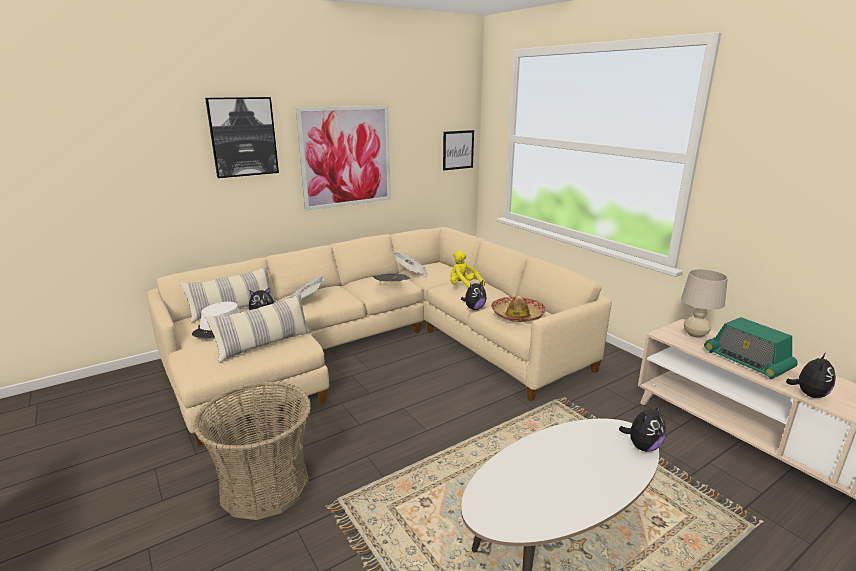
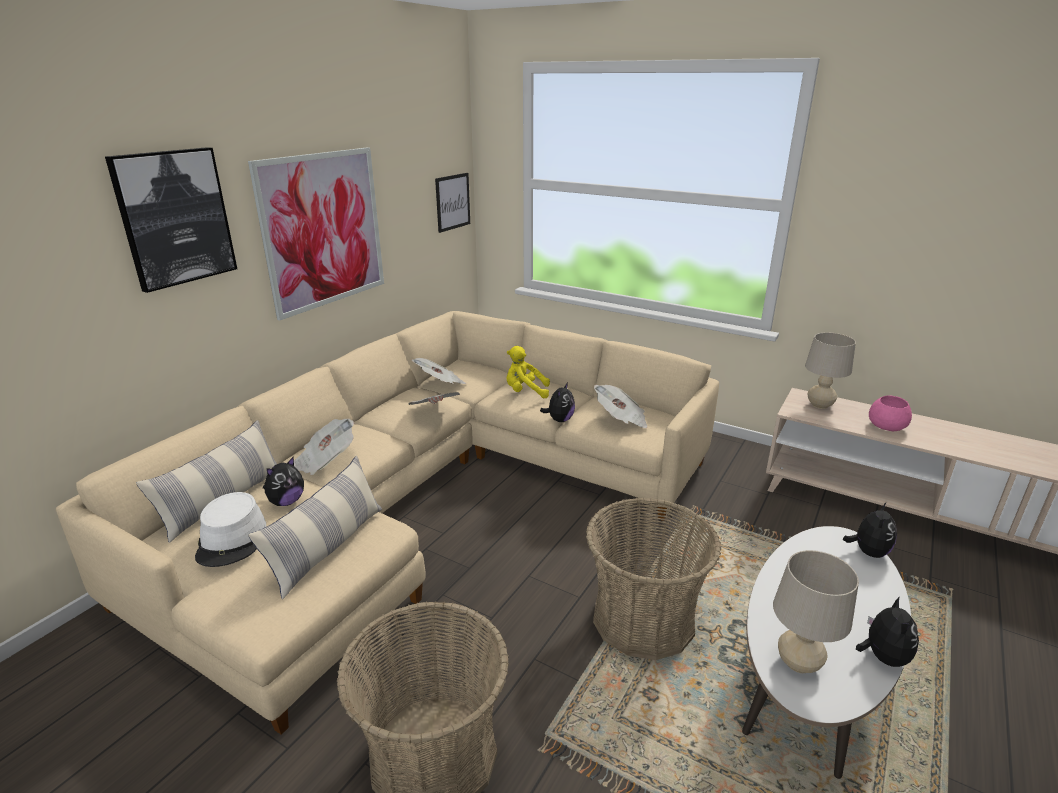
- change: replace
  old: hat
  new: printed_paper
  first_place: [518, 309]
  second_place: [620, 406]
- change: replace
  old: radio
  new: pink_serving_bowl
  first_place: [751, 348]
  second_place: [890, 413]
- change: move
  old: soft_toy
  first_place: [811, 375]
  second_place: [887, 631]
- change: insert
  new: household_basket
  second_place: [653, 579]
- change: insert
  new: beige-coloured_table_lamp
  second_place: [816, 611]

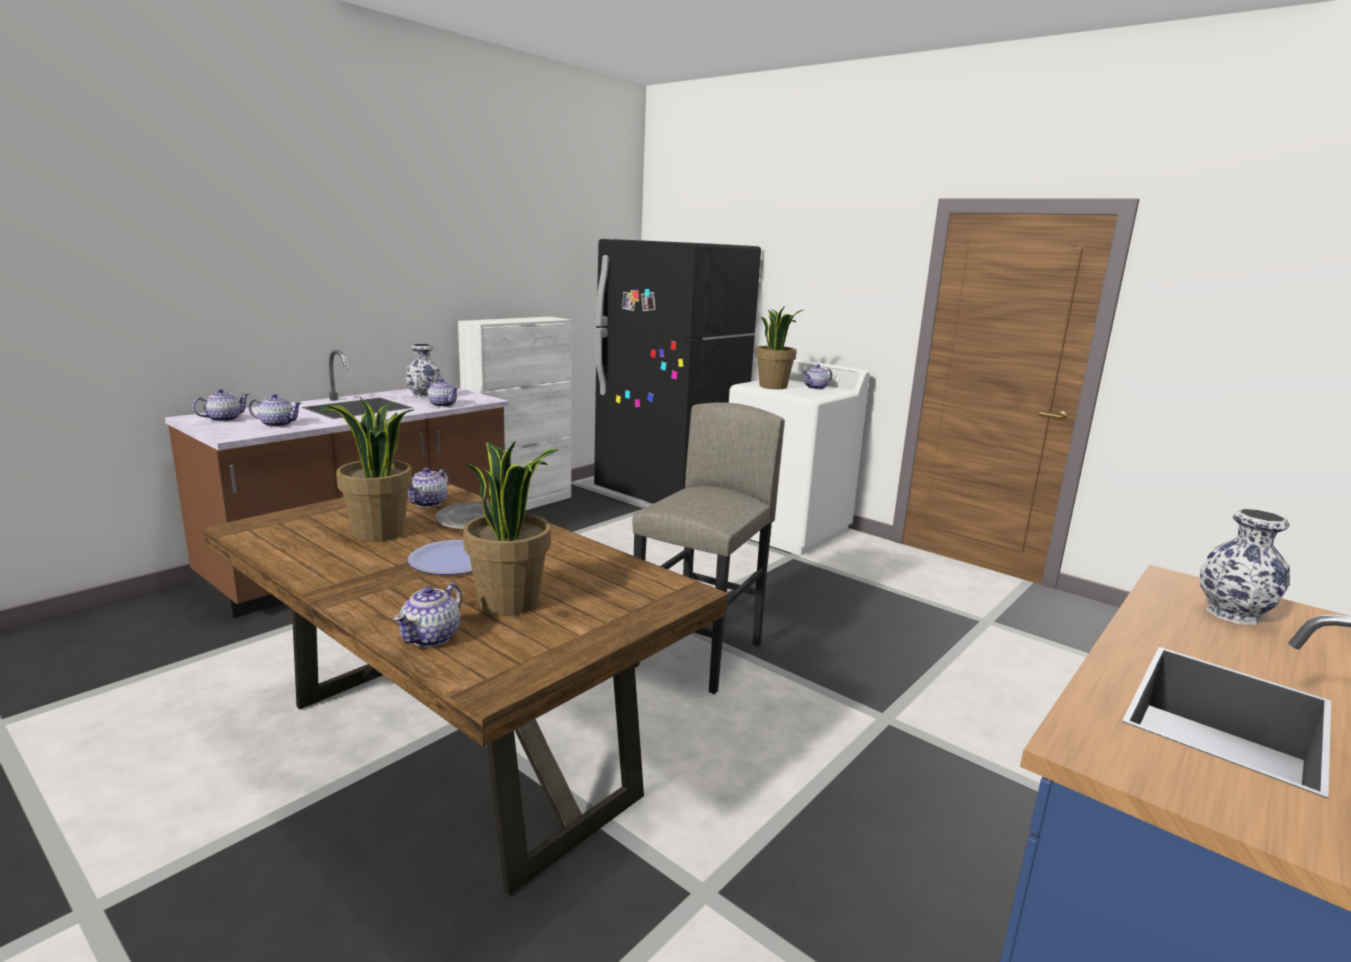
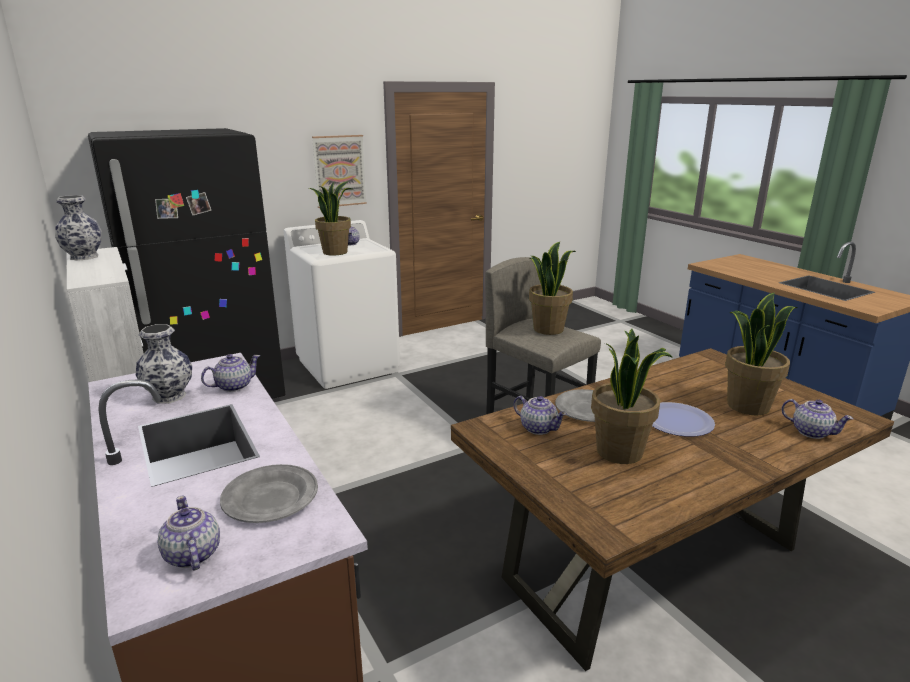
- change: replace
  old: tea_pot
  new: greyish_dinner_plate
  first_place: [275, 410]
  second_place: [269, 493]
- change: move
  old: flower_vase
  first_place: [1245, 567]
  second_place: [78, 228]
- change: insert
  new: picture
  second_place: [339, 171]
- change: insert
  new: houseplant
  second_place: [552, 288]

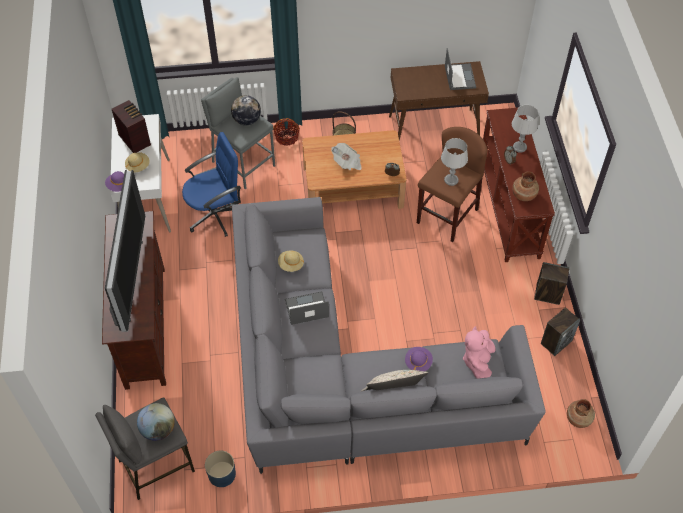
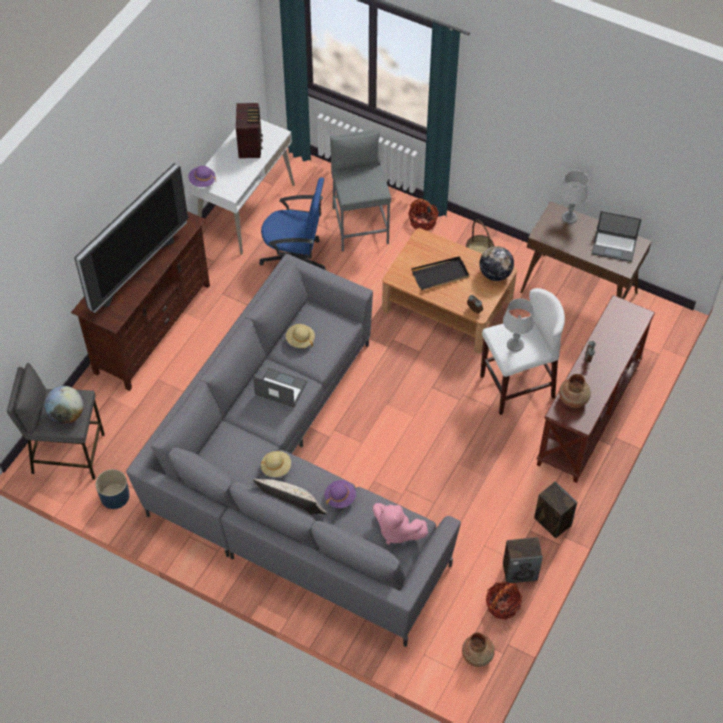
- change: move
  old: beige-coloured_hat
  first_place: [137, 163]
  second_place: [276, 464]
- change: move
  old: desk_globe
  first_place: [246, 110]
  second_place: [496, 263]
- change: replace
  old: printed_paper
  new: blackish_carrying_tray
  first_place: [346, 156]
  second_place: [440, 273]
- change: recolor
  old: brownish_sitting_stool
  new: whitish_sitting_stool
  first_place: [452, 184]
  second_place: [522, 351]
- change: rotate
  old: laptop
  first_place: [460, 69]
  second_place: [617, 236]
  degrees: 75
- change: rotate
  old: pink_soft_toy
  first_place: [479, 352]
  second_place: [400, 524]
  degrees: -105
- change: move
  old: greyish_table_lamp
  first_place: [525, 129]
  second_place: [574, 197]
- change: insert
  new: household_basket
  second_place: [504, 601]

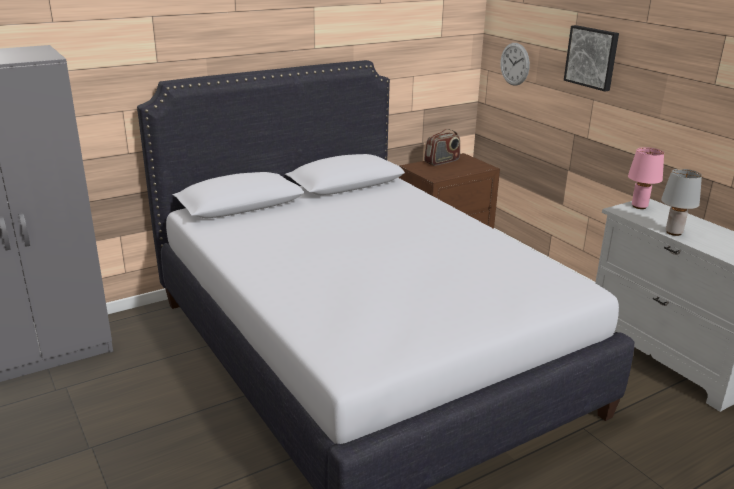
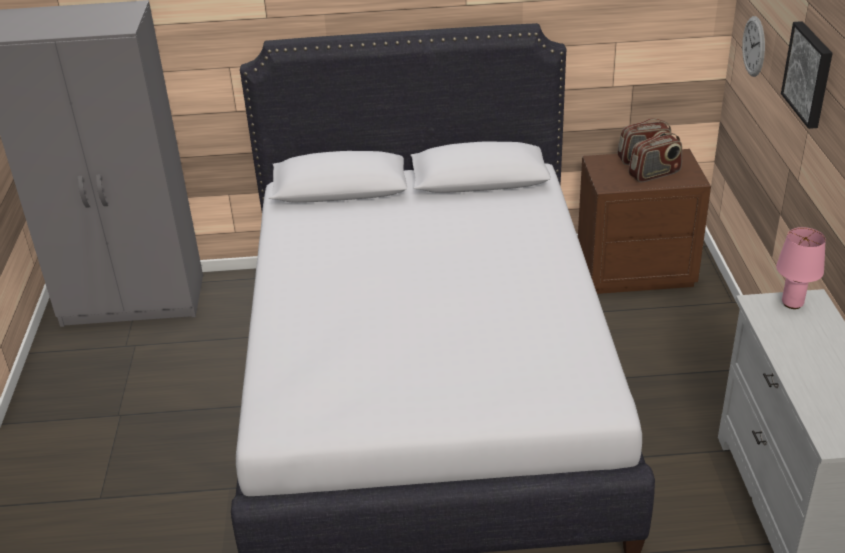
- change: delete
  old: greyish_table_lamp
  first_place: [681, 202]
- change: insert
  new: radio
  second_place: [655, 157]

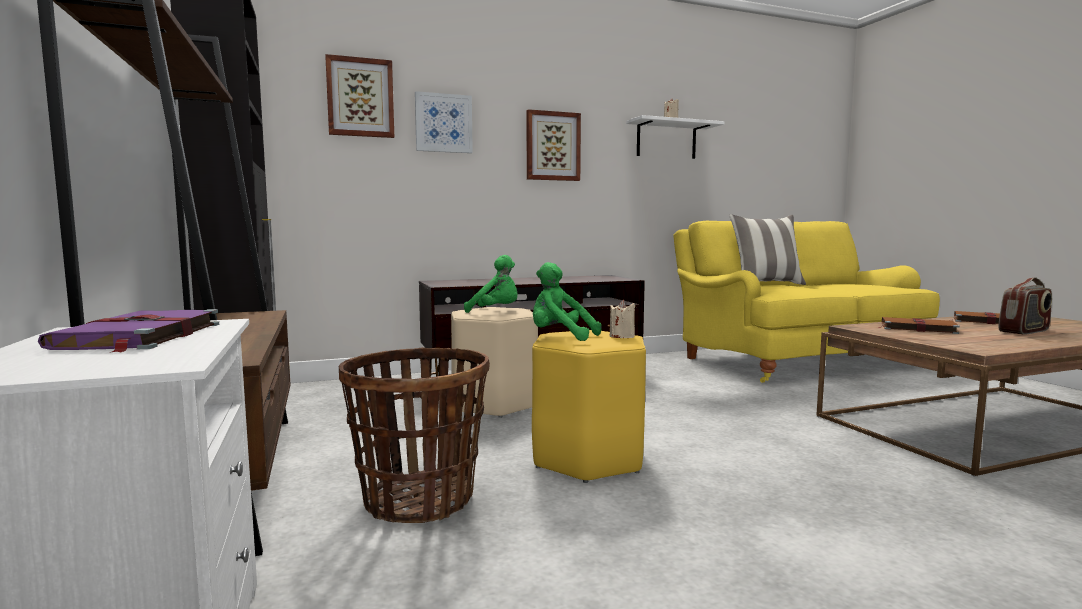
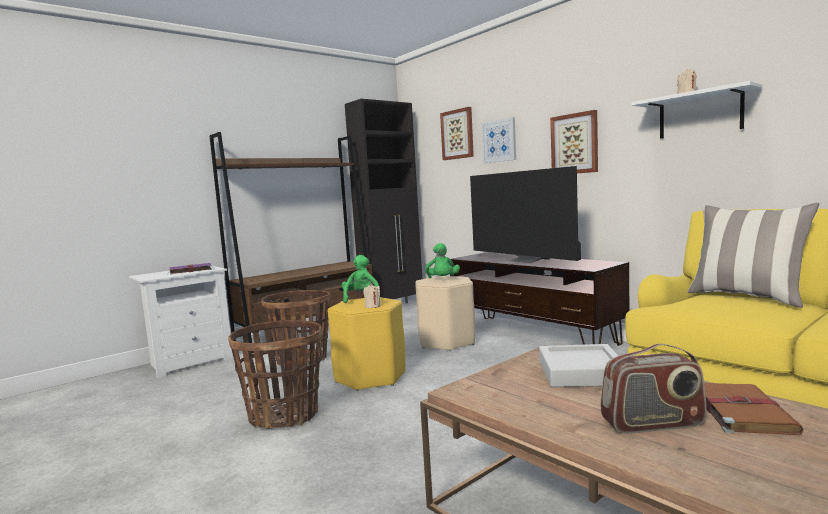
- change: replace
  old: brownish_book
  new: greyish_carrying_tray
  first_place: [918, 325]
  second_place: [578, 365]
- change: rotate
  old: radio
  first_place: [1025, 306]
  second_place: [654, 388]
  degrees: -45
- change: insert
  new: household_basket
  second_place: [275, 374]
- change: insert
  new: TV_set
  second_place: [525, 214]

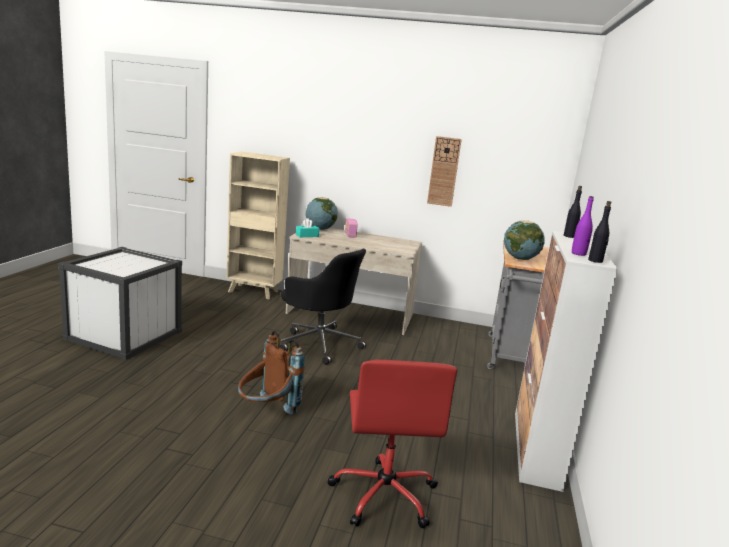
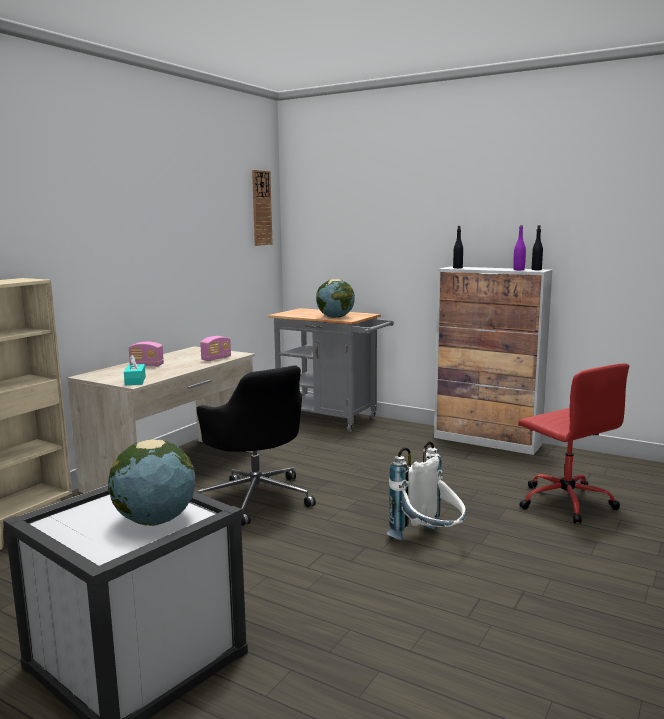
- change: recolor
  old: brownish_knapsack
  new: whitish_knapsack
  first_place: [271, 372]
  second_place: [426, 490]
- change: rotate
  old: blackish_office_chair
  first_place: [323, 307]
  second_place: [256, 445]
  degrees: 90
- change: move
  old: desk_globe
  first_place: [322, 213]
  second_place: [152, 482]
- change: rotate
  old: red_office_chair
  first_place: [392, 444]
  second_place: [573, 443]
  degrees: 45
- change: move
  old: hanging_clock
  first_place: [444, 171]
  second_place: [262, 208]
- change: insert
  new: radio
  second_place: [215, 348]

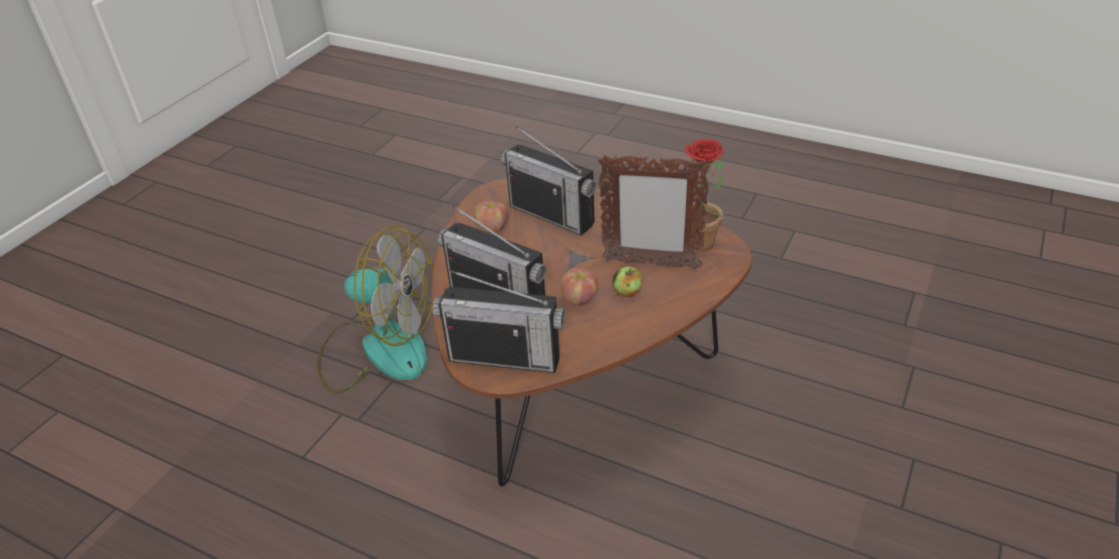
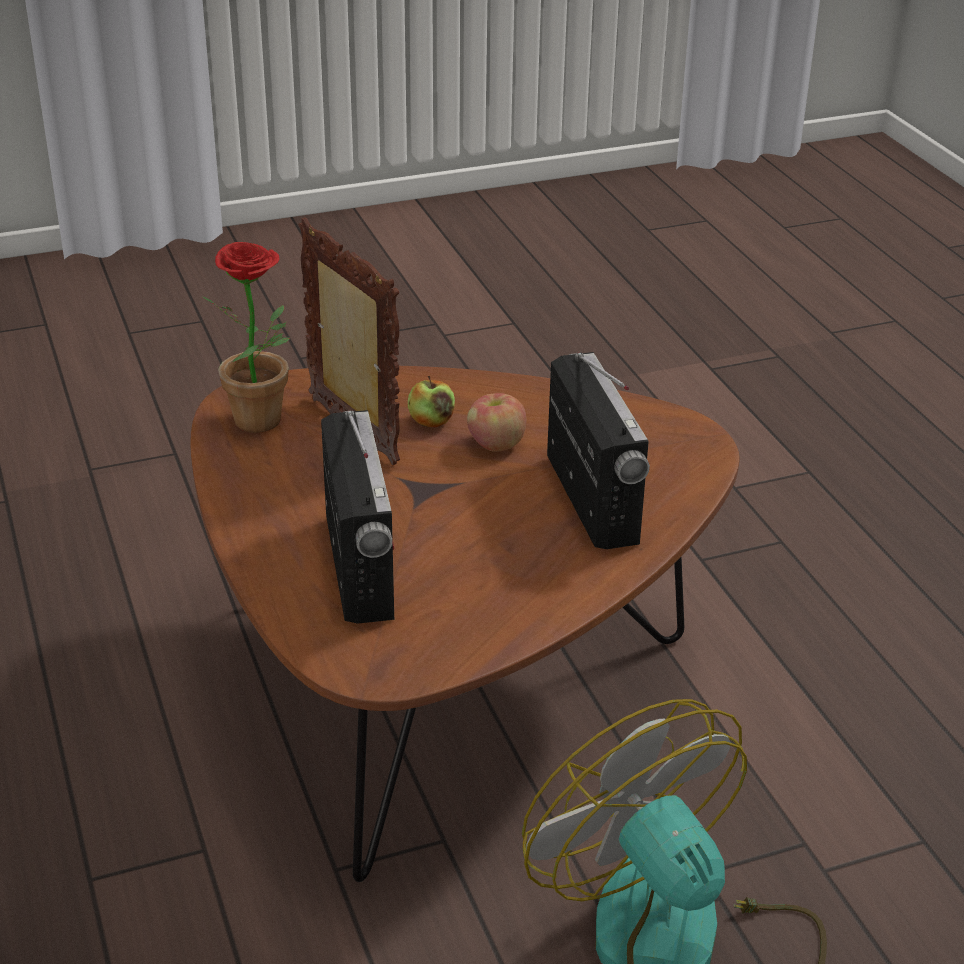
- change: delete
  old: radio
  first_place: [499, 321]
- change: delete
  old: apple
  first_place: [491, 217]

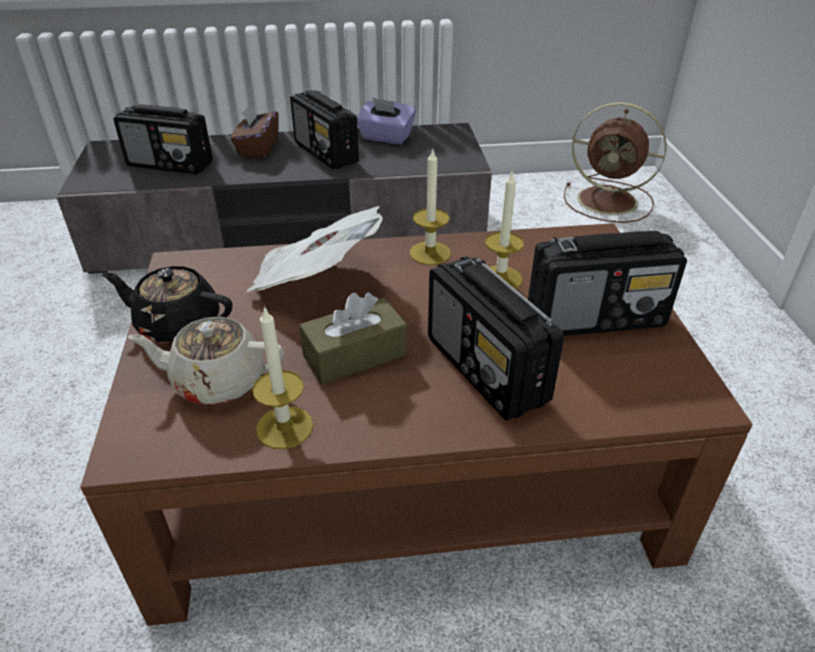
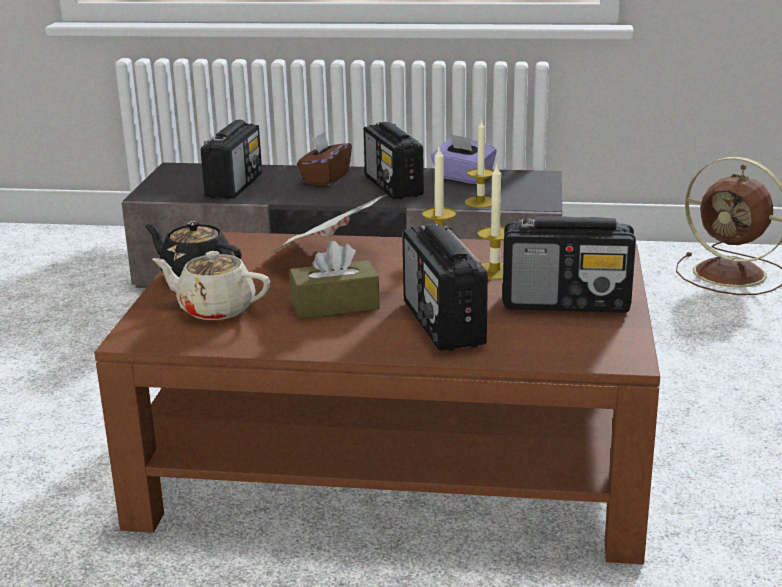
- change: rotate
  old: radio
  first_place: [163, 139]
  second_place: [231, 159]
  degrees: -105
- change: move
  old: wax_candle
  first_place: [282, 377]
  second_place: [479, 163]

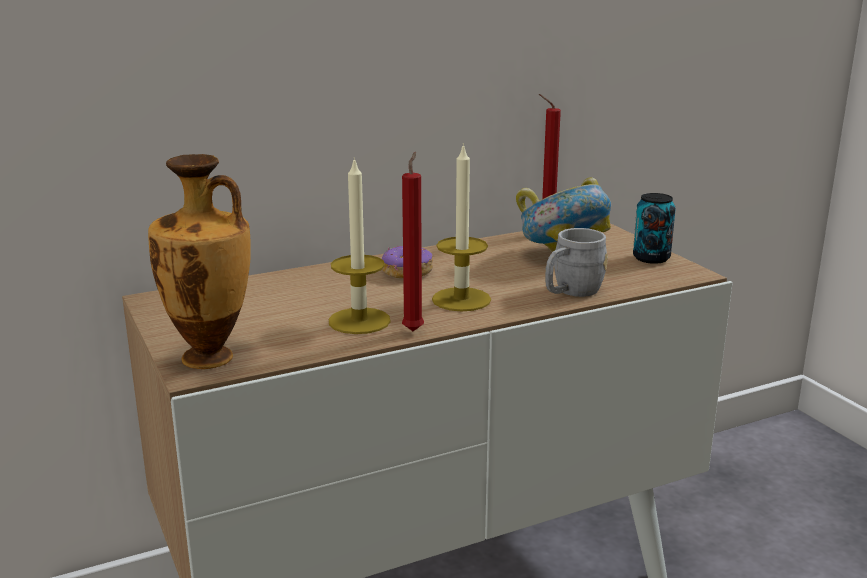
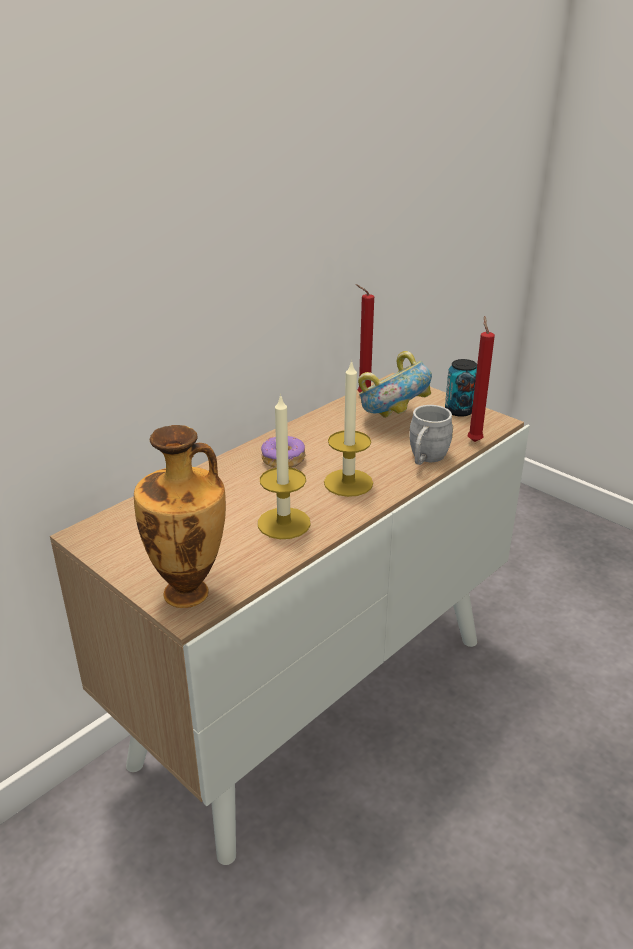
- change: move
  old: red_wax_candle
  first_place: [413, 241]
  second_place: [481, 379]

